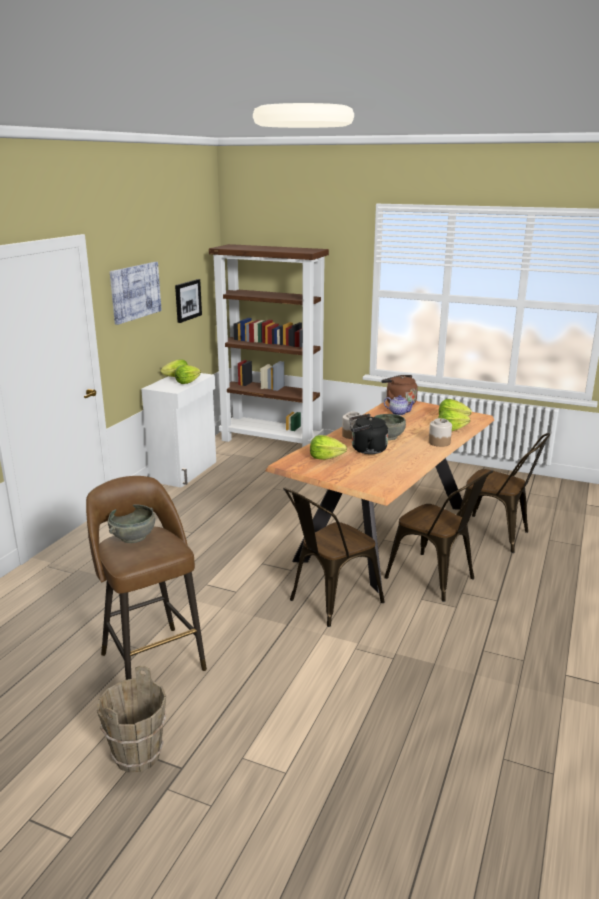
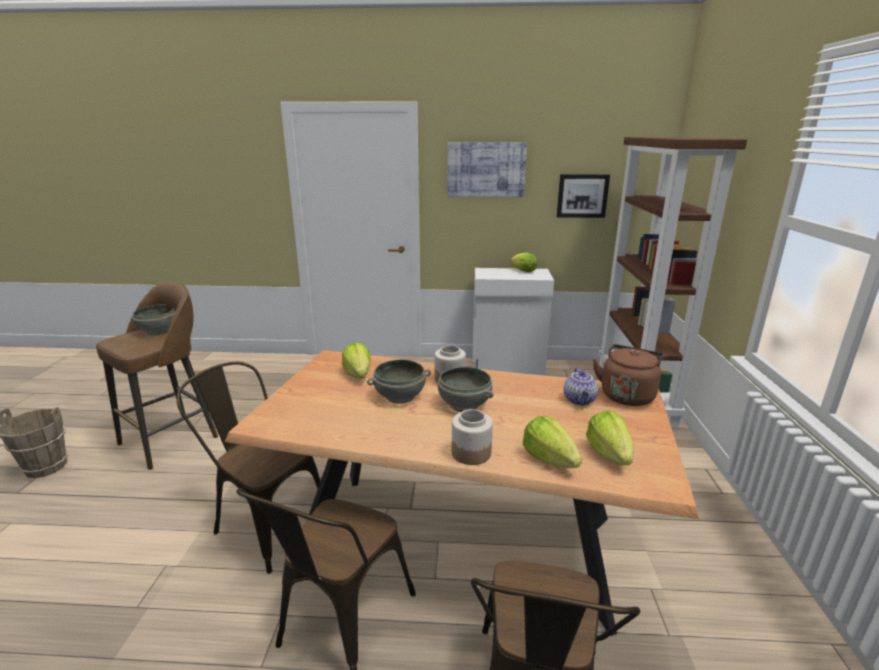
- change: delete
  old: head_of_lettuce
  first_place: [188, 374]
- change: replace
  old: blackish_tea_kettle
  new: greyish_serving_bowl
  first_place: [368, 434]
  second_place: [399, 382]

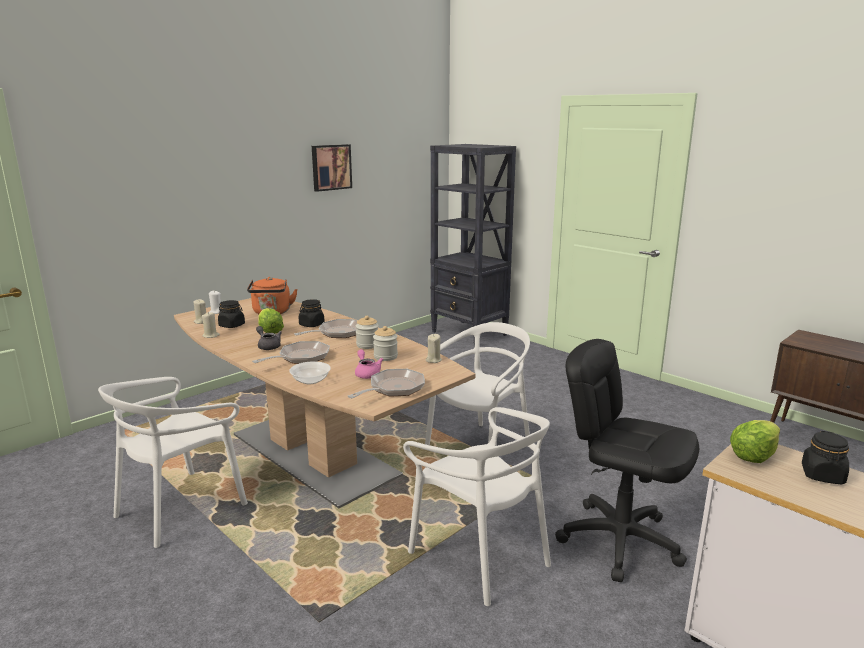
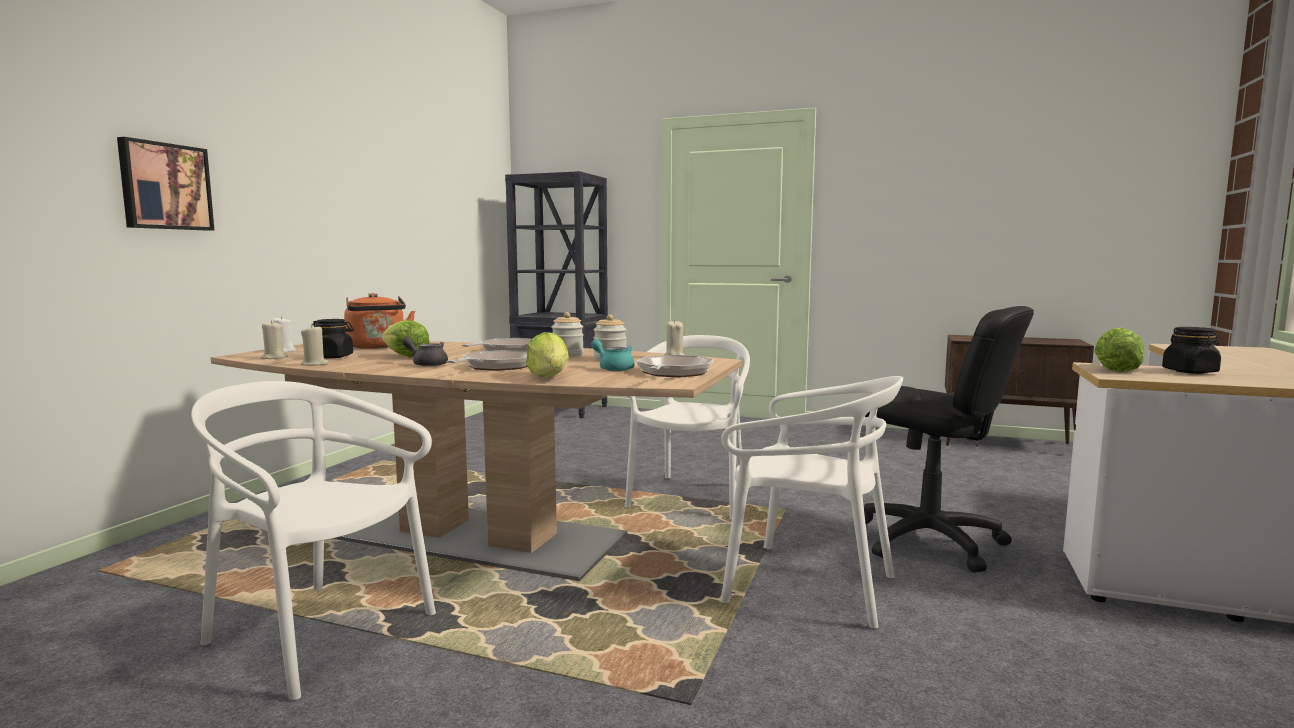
- change: rotate
  old: whitish_plain_chair
  first_place: [173, 462]
  second_place: [313, 540]
  degrees: 105
- change: replace
  old: serving_bowl
  new: head_of_lettuce
  first_place: [310, 373]
  second_place: [547, 354]
- change: delete
  old: blackish_storage_jar
  first_place: [312, 313]
- change: move
  old: picture
  first_place: [332, 168]
  second_place: [165, 184]
- change: recolor
  old: pink_tea_pot
  new: turquoise-coloured_tea_pot
  first_place: [369, 364]
  second_place: [613, 355]
- change: rotate
  old: blackish_office_chair
  first_place: [627, 460]
  second_place: [949, 439]
  degrees: -150

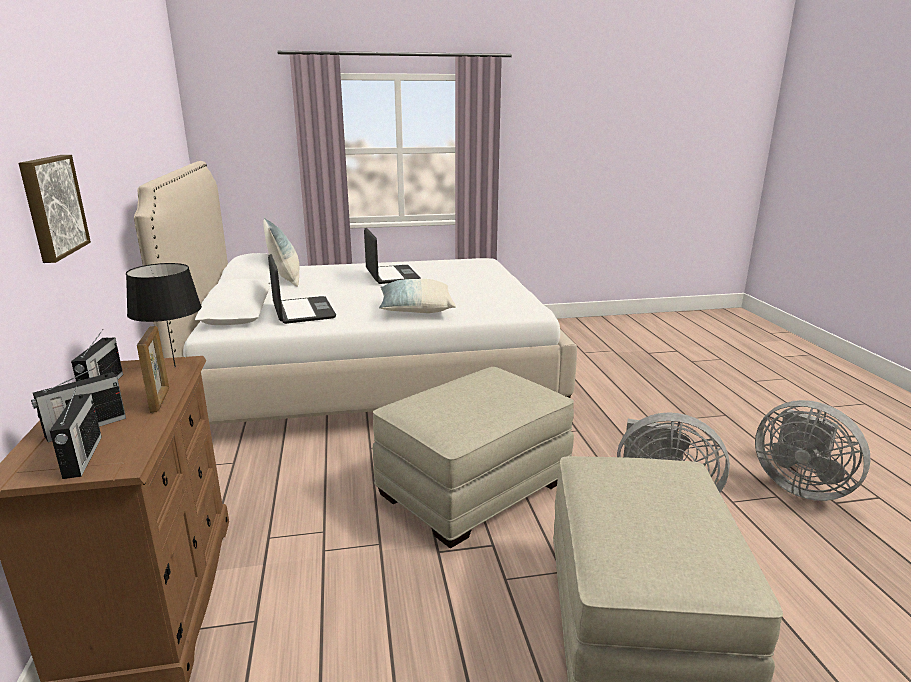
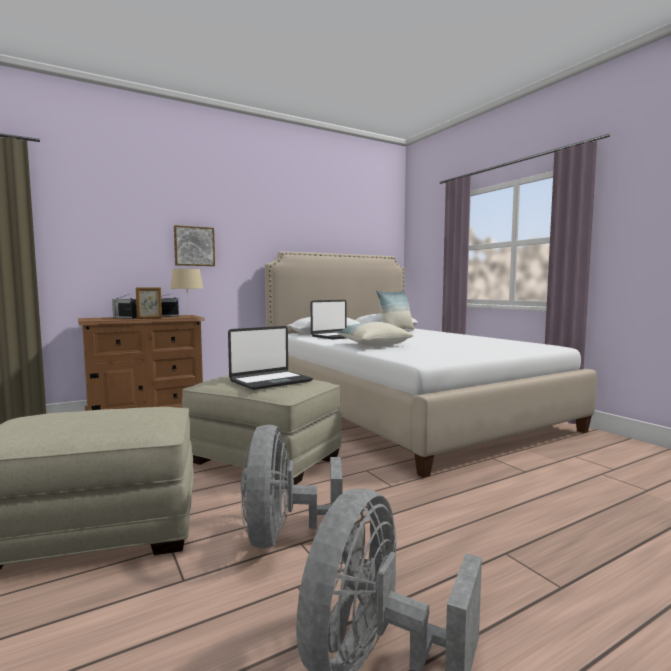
- change: delete
  old: radio
  first_place: [76, 432]
- change: recolor
  old: blackish_table_lamp
  new: beige-coloured_table_lamp
  first_place: [164, 315]
  second_place: [186, 289]
- change: move
  old: laptop
  first_place: [392, 256]
  second_place: [270, 358]

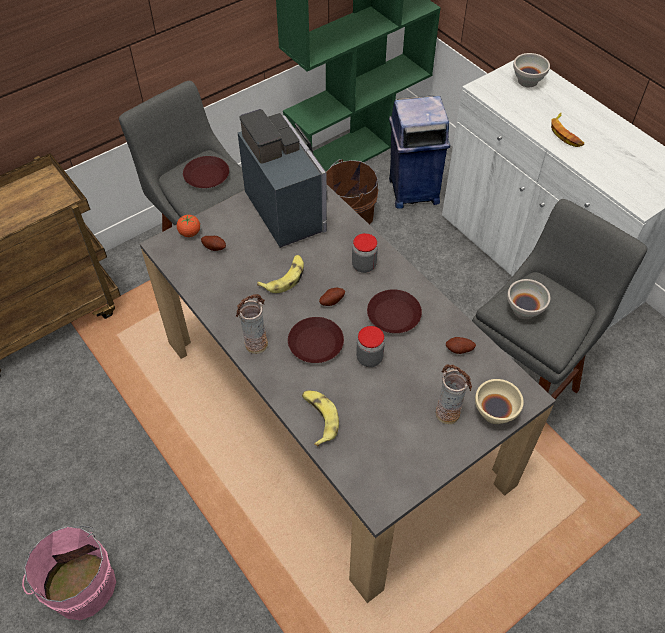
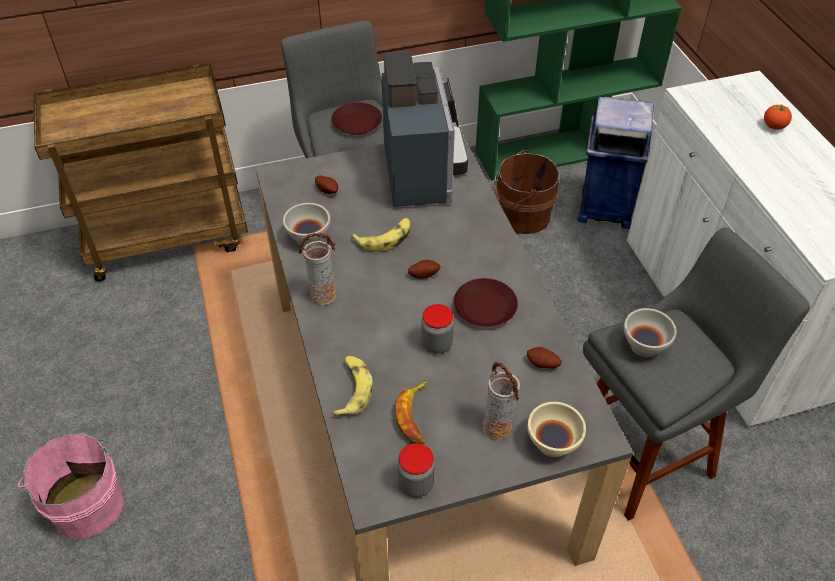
- change: move
  old: tomato
  first_place: [188, 226]
  second_place: [778, 117]
- change: delete
  old: brownish_dinner_plate
  first_place: [316, 340]
- change: move
  old: storage_jar
  first_place: [365, 253]
  second_place: [416, 470]
- change: move
  old: whitish_serving_bowl
  first_place: [531, 70]
  second_place: [307, 225]
- change: move
  old: banana_fruit
  first_place: [567, 130]
  second_place: [411, 412]

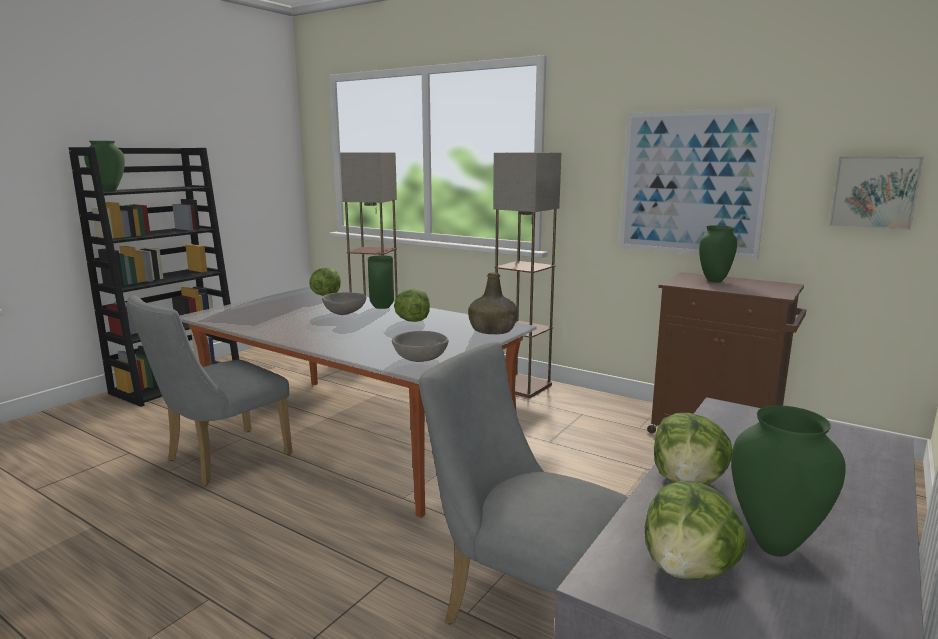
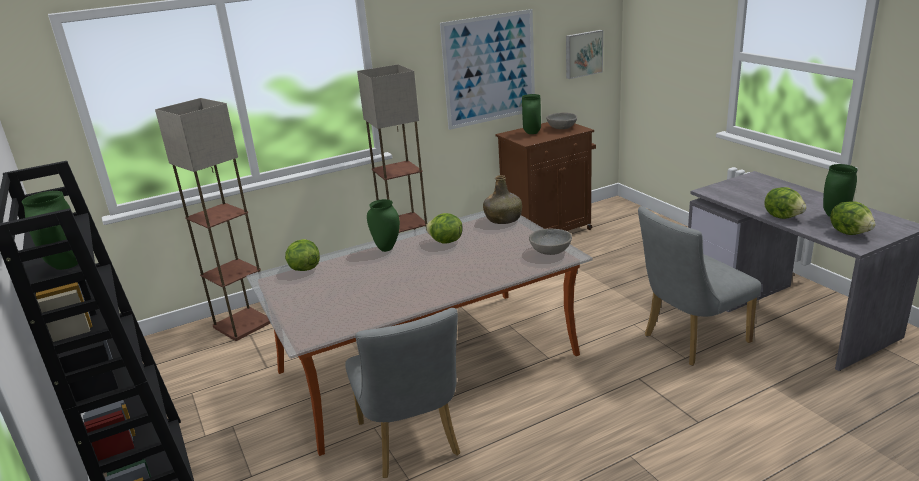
- change: move
  old: greyish_serving_bowl
  first_place: [344, 303]
  second_place: [561, 121]

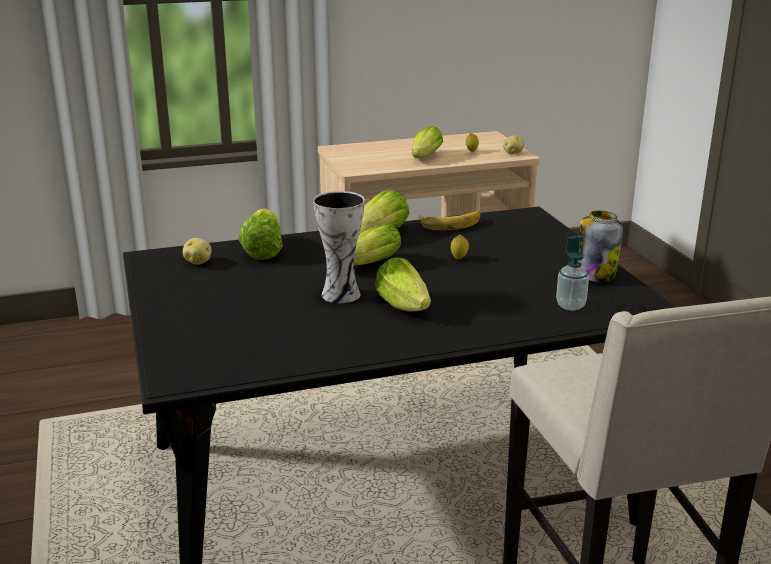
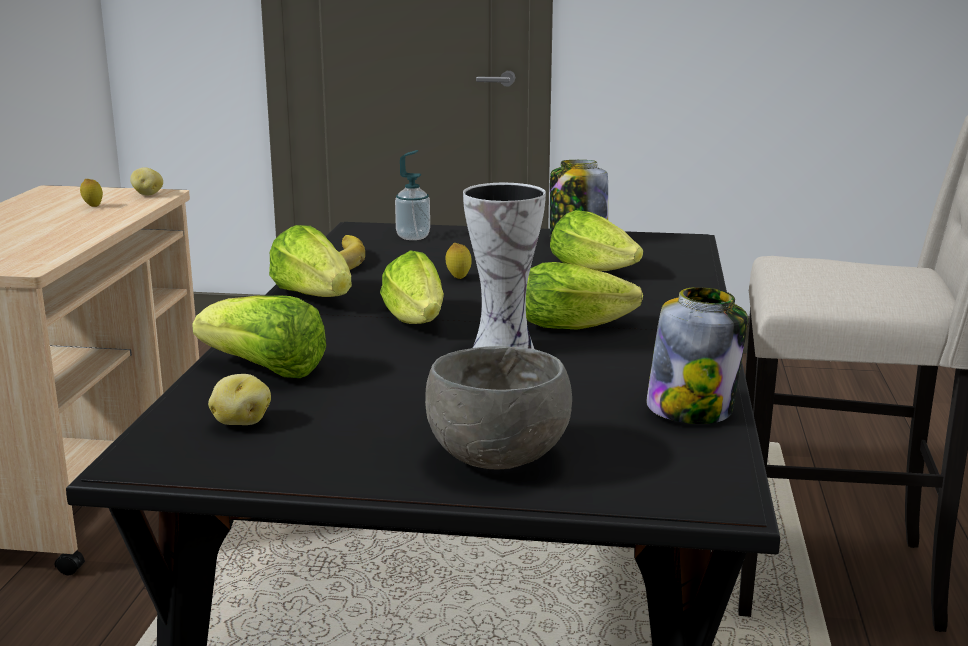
- change: move
  old: head_of_lettuce
  first_place: [427, 142]
  second_place: [596, 240]
- change: move
  old: soap_dispenser
  first_place: [572, 273]
  second_place: [412, 195]
- change: insert
  new: greyish_serving_bowl
  second_place: [498, 407]
- change: insert
  new: storage_jar
  second_place: [697, 355]

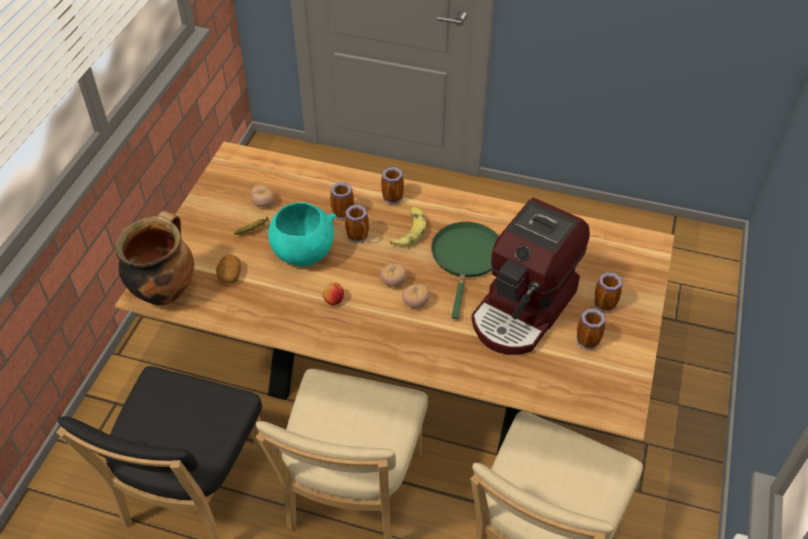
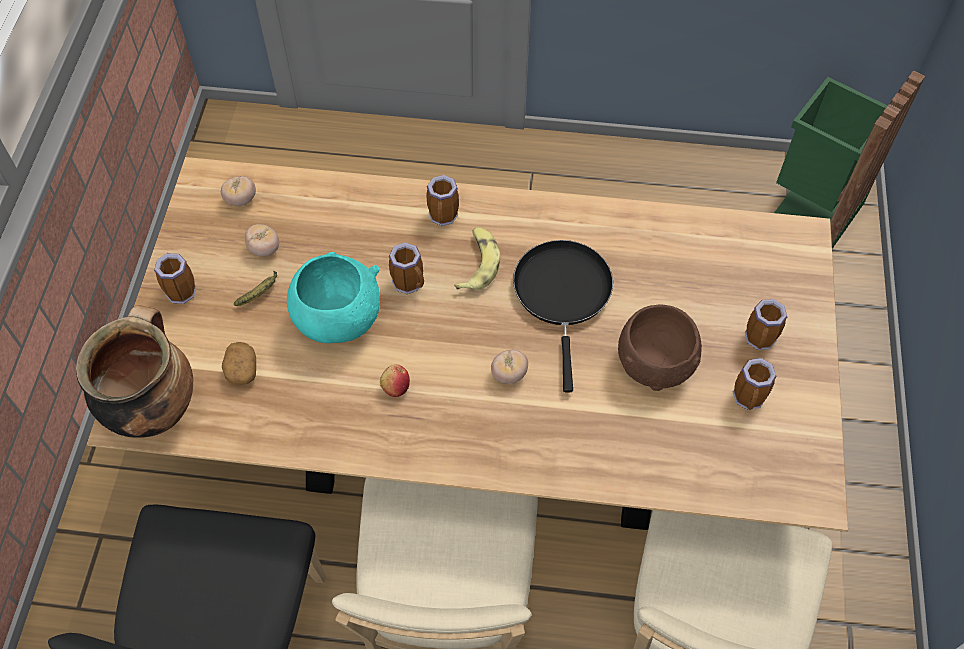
- change: move
  old: mug
  first_place: [342, 201]
  second_place: [175, 278]
- change: move
  old: tomato
  first_place: [393, 275]
  second_place: [238, 191]
- change: recolor
  old: green_frying_pan
  new: blackish_frying_pan
  first_place: [465, 270]
  second_place: [563, 316]
- change: replace
  old: coffee_brewer
  new: brownish_serving_bowl
  first_place: [530, 276]
  second_place: [660, 347]
- change: insert
  new: green_waste_bin
  second_place: [849, 159]

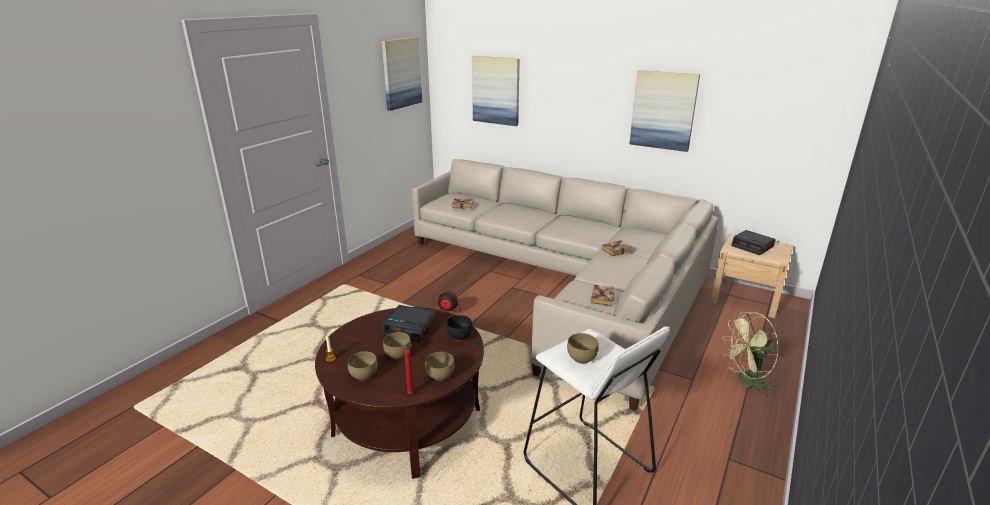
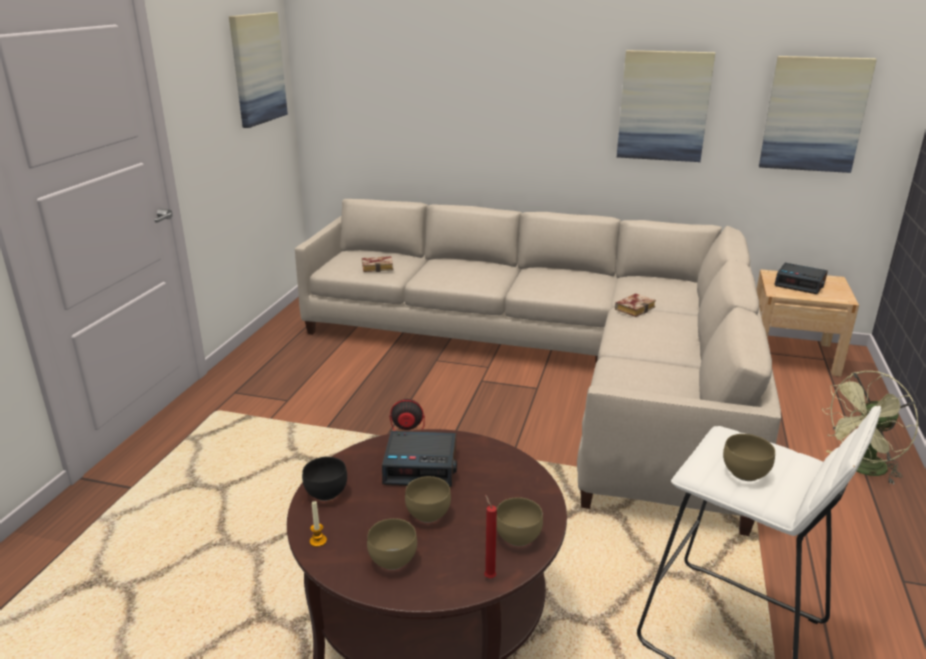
- change: move
  old: blackish_serving_bowl
  first_place: [459, 328]
  second_place: [324, 479]
- change: move
  old: picture
  first_place: [496, 91]
  second_place: [818, 114]
- change: delete
  old: book
  first_place: [602, 295]

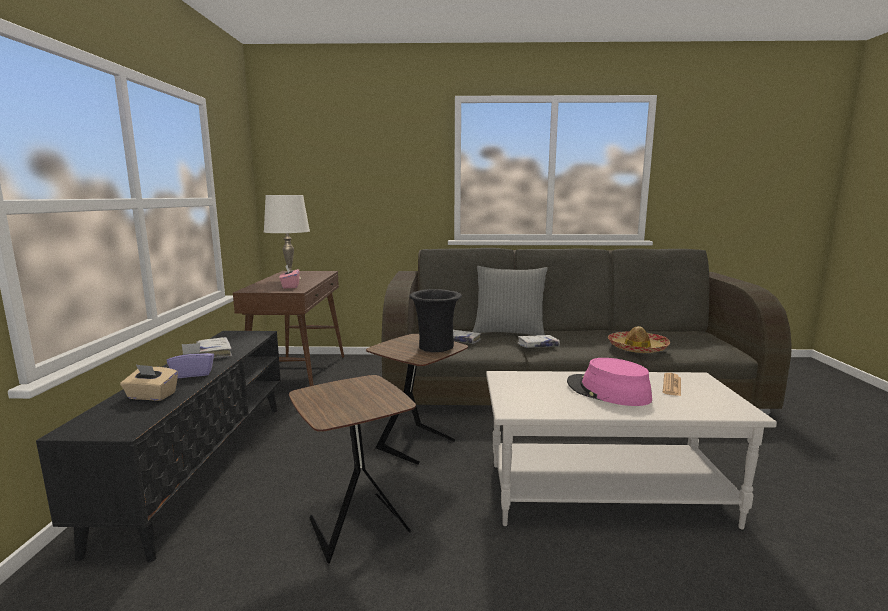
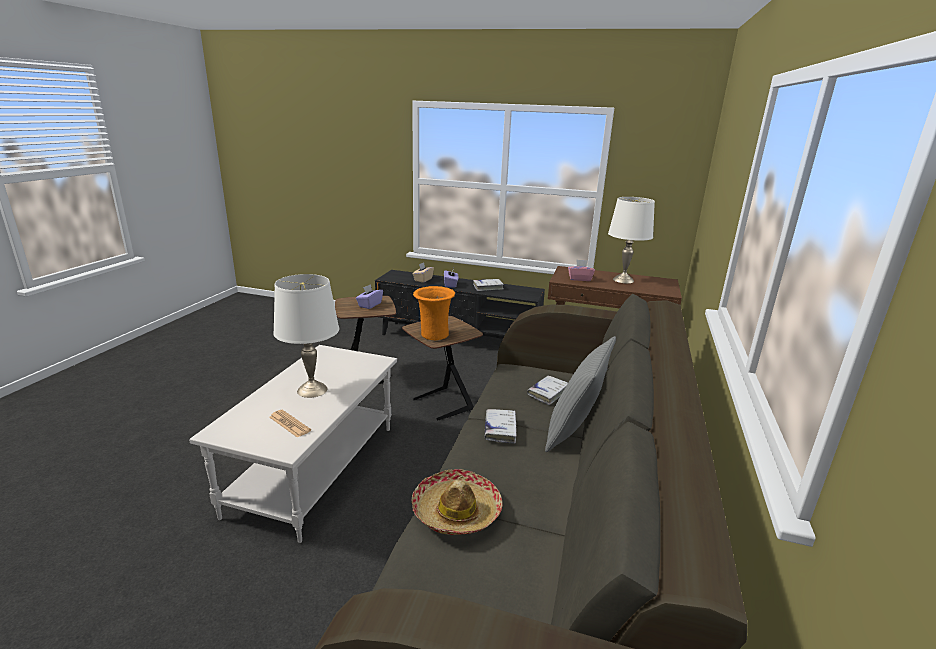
- change: recolor
  old: blackish_flower_vase
  new: orange-coloured_flower_vase
  first_place: [435, 320]
  second_place: [434, 313]
- change: replace
  old: pink_hat
  new: whitish_table_lamp
  first_place: [609, 382]
  second_place: [306, 336]
- change: insert
  new: purplish_box_of_tissues
  second_place: [369, 296]

